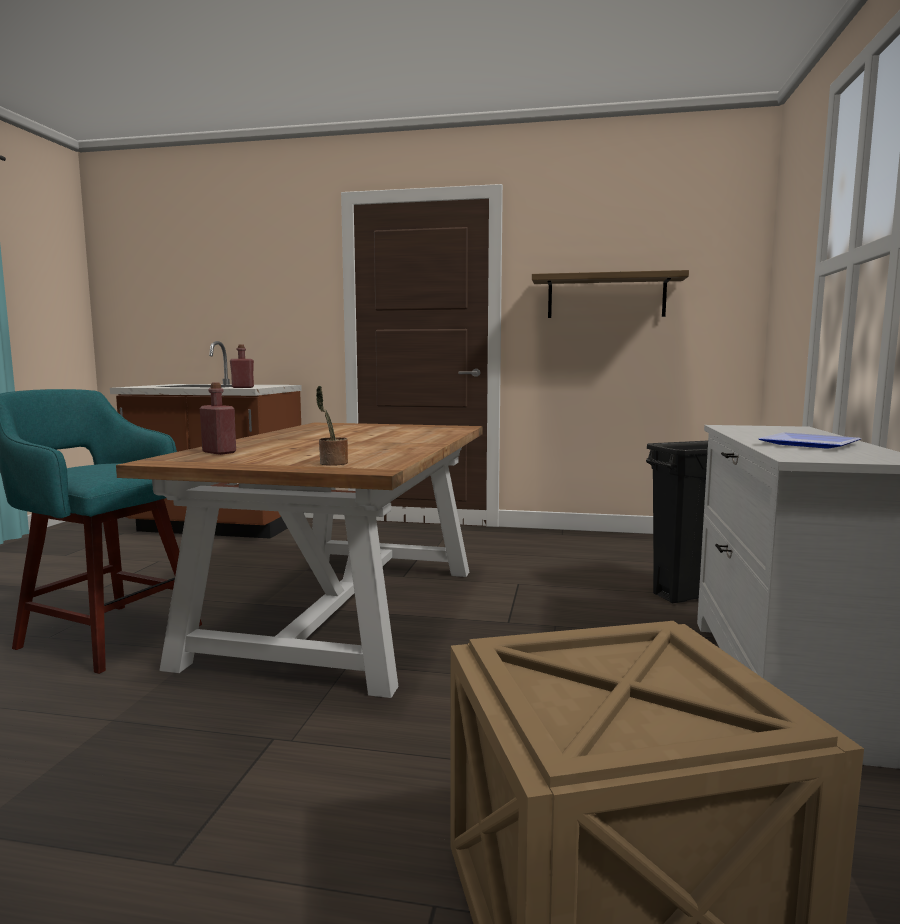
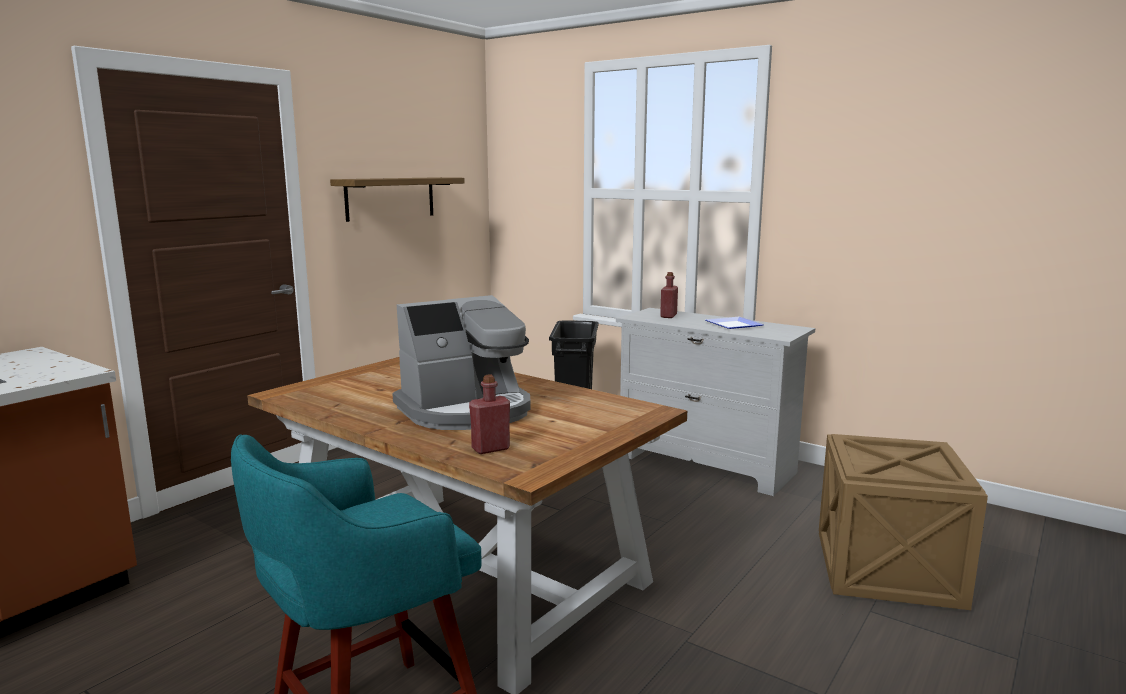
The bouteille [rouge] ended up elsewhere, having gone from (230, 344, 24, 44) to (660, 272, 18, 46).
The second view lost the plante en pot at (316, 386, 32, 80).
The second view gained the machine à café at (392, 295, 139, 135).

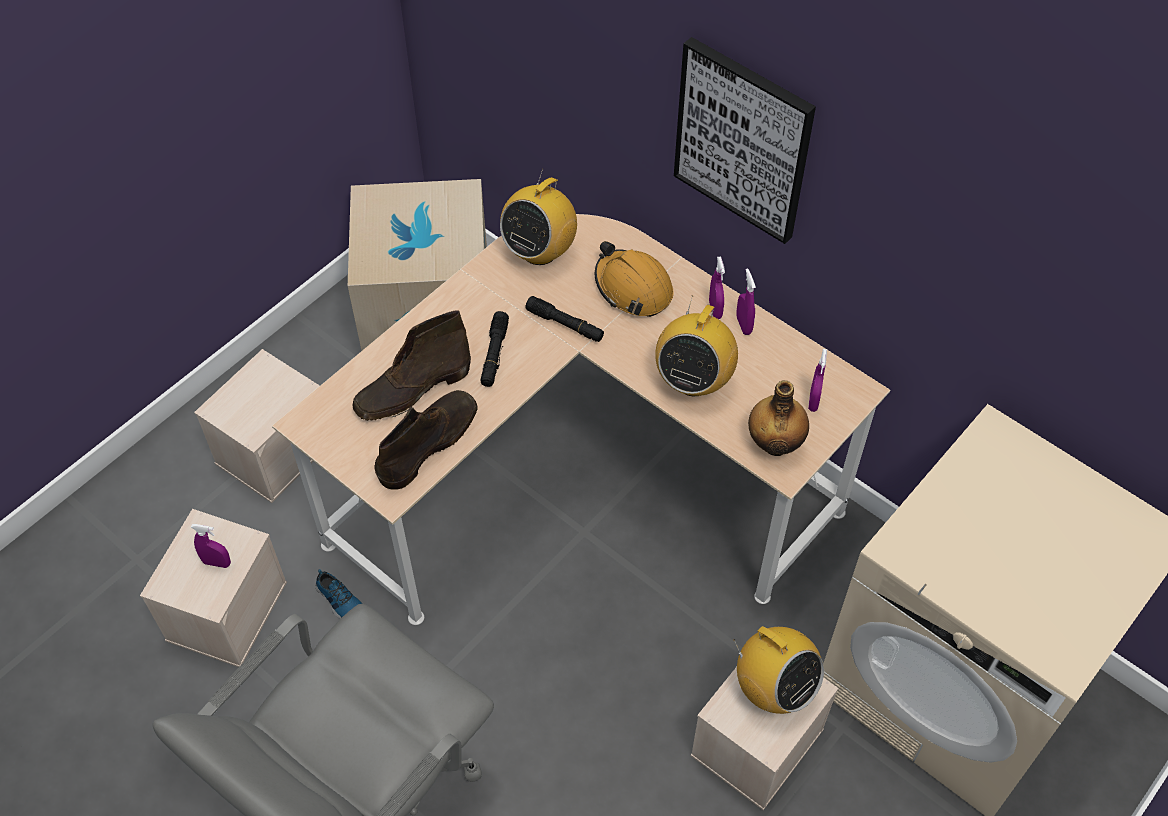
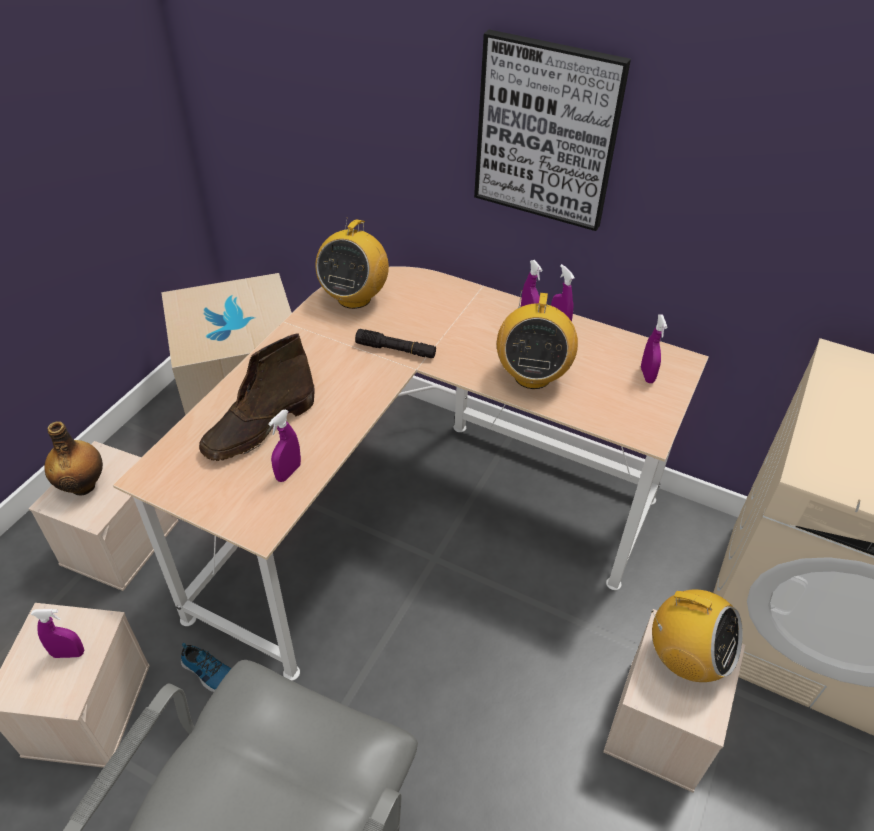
The second view lost the casque de chantier [orange] at (595, 241, 79, 76).
The second view lost the lampe de poche [noir] at (481, 311, 28, 76).
The bouteille ended up elsewhere, having gone from (748, 380, 61, 76) to (44, 421, 59, 75).
Where the botte [marron] stood at (375, 390, 103, 100), the vaporisateur [violet] came to stand at (268, 410, 33, 72).

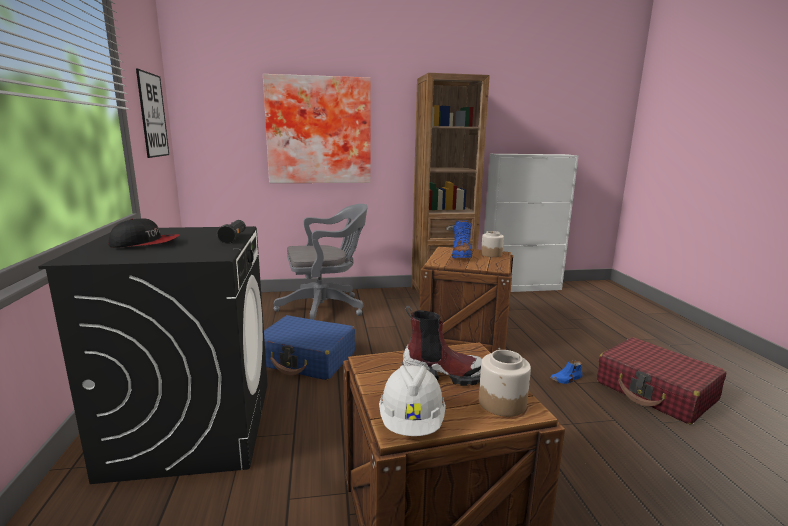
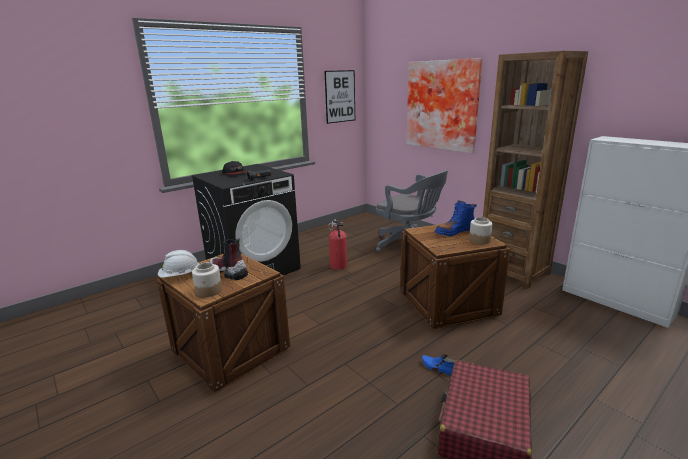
The botte at (402, 306, 80, 80) ended up facing another way, 150 degrees clockwise from before.
Where the valise [bleu] stood at (264, 315, 91, 65), the extincteur came to stand at (328, 219, 19, 51).

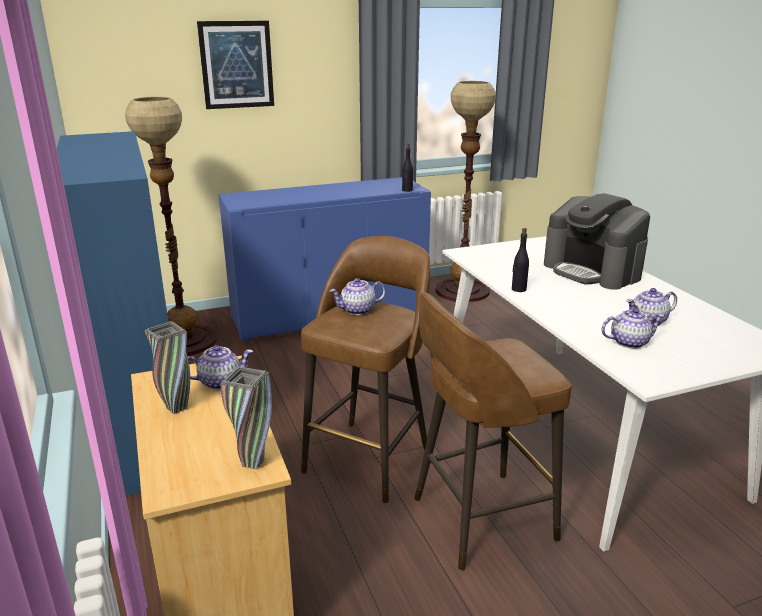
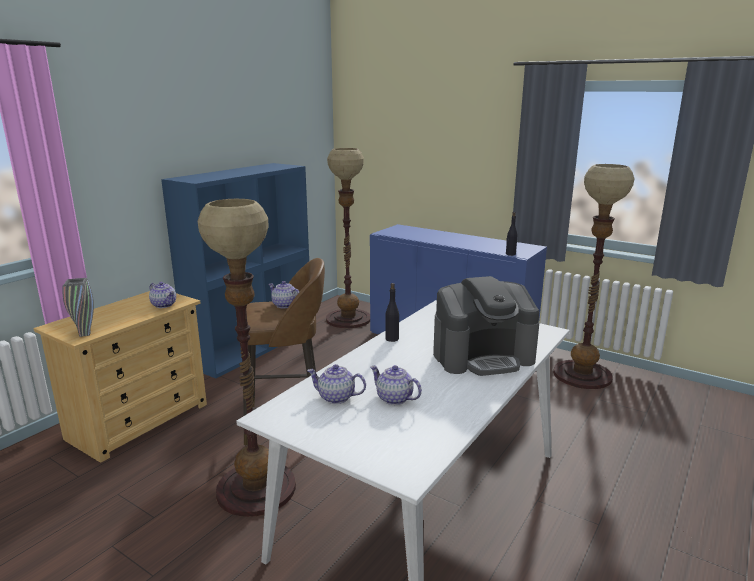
The second view lost the tableau at (197, 21, 77, 88).
The machine à café at (544, 193, 106, 97) ended up facing another way, 120 degrees counterclockwise from before.
Where the tabouret [marron] stood at (414, 292, 157, 279), the lampadaire came to stand at (198, 199, 98, 318).
The théière at (602, 308, 62, 41) ended up facing another way, 150 degrees clockwise from before.
The second view lost the vase [gris] at (144, 321, 46, 93).

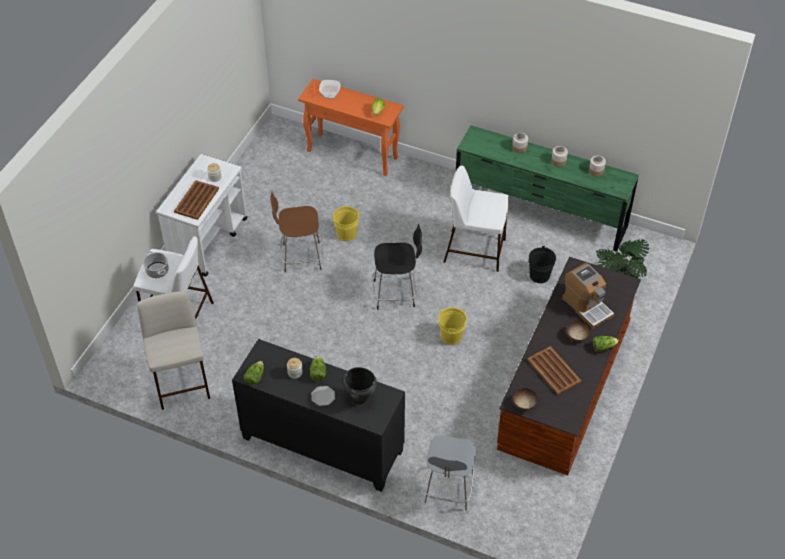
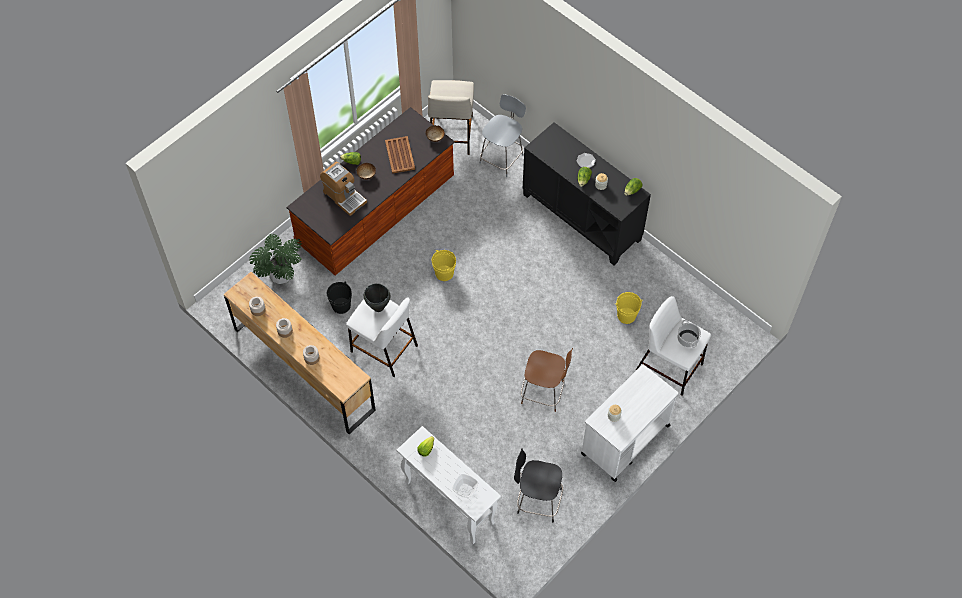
What was the table console [orange] at (298, 79, 106, 97) turned into the table console [blanc] at (397, 426, 104, 118).
What was the commode [vert] at (456, 125, 183, 127) turned into the commode [marron] at (224, 272, 152, 162).
The second view lost the plateau [marron] at (174, 180, 45, 40).
The seau [jaune] ended up elsewhere, having gone from (333, 206, 27, 35) to (616, 292, 27, 32).
The chaise [noir] ended up elsewhere, having gone from (372, 224, 50, 86) to (514, 449, 49, 73).
The machine à café at (562, 263, 52, 66) ended up facing another way, 150 degrees clockwise from before.
The tabouret [beige] ended up elsewhere, having gone from (137, 291, 73, 119) to (428, 80, 46, 75).
The marmite [noir] ended up elsewhere, having gone from (343, 367, 34, 37) to (364, 283, 27, 29).

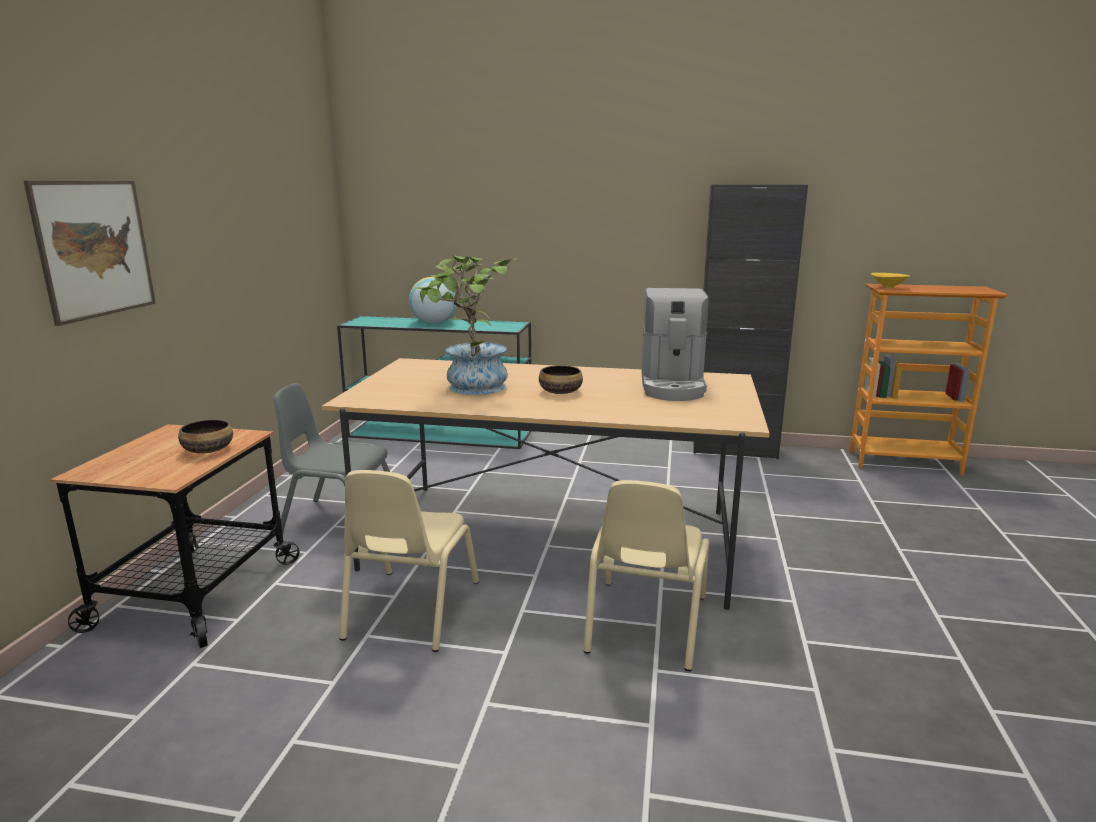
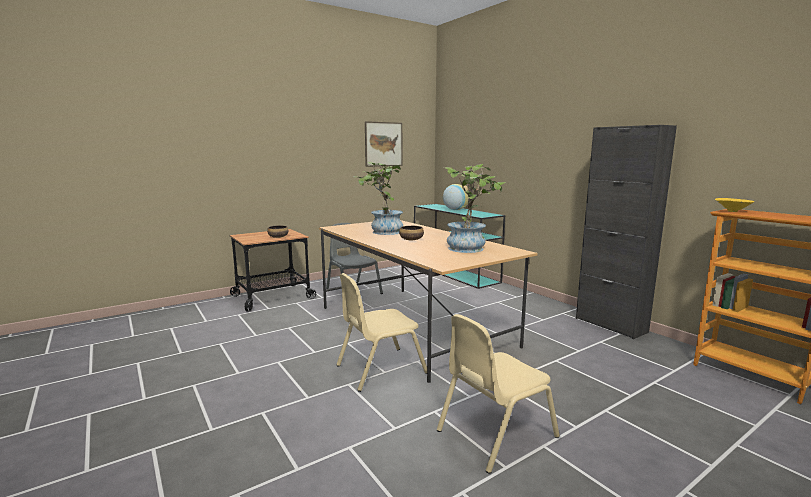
The tableau ended up elsewhere, having gone from (24, 181, 132, 145) to (365, 121, 38, 46).
Where the machine à café stood at (641, 288, 68, 113), the plante en pot came to stand at (444, 164, 62, 89).
The chaise [beige] ended up elsewhere, having gone from (339, 470, 140, 182) to (437, 314, 123, 160).

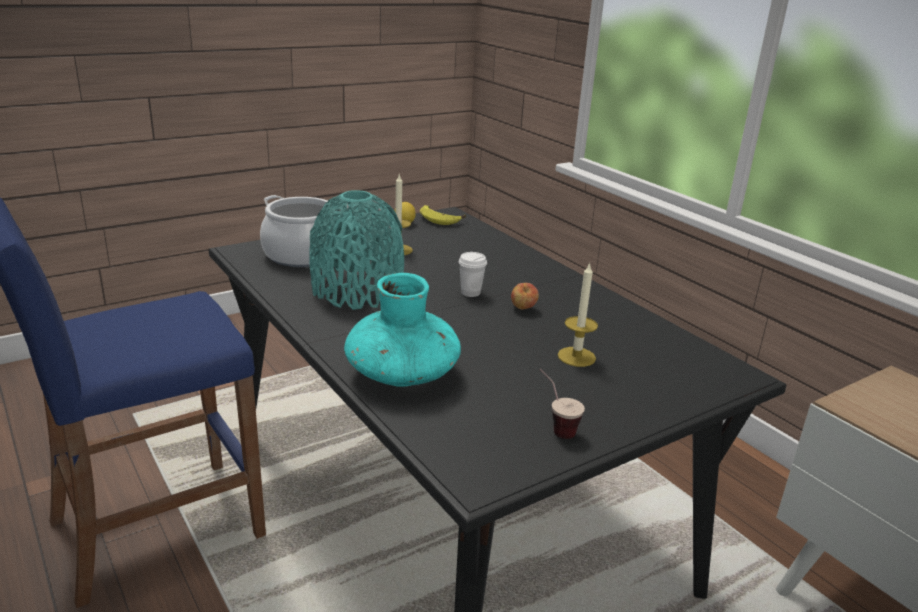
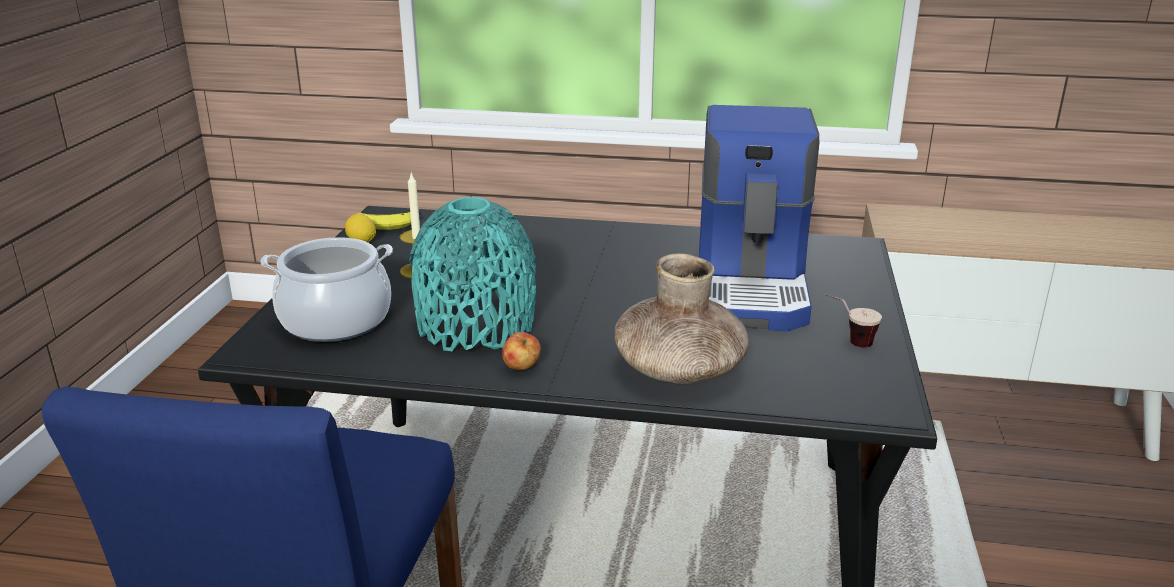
The second view lost the tasse [blanc] at (459, 252, 28, 45).
Where the bougie stood at (558, 263, 40, 104), the machine à café came to stand at (699, 105, 121, 226).
What was the vase [turquoise] at (344, 273, 117, 114) turned into the vase [marron] at (615, 253, 134, 131).
The pomme ended up elsewhere, having gone from (511, 283, 28, 26) to (502, 332, 39, 38).

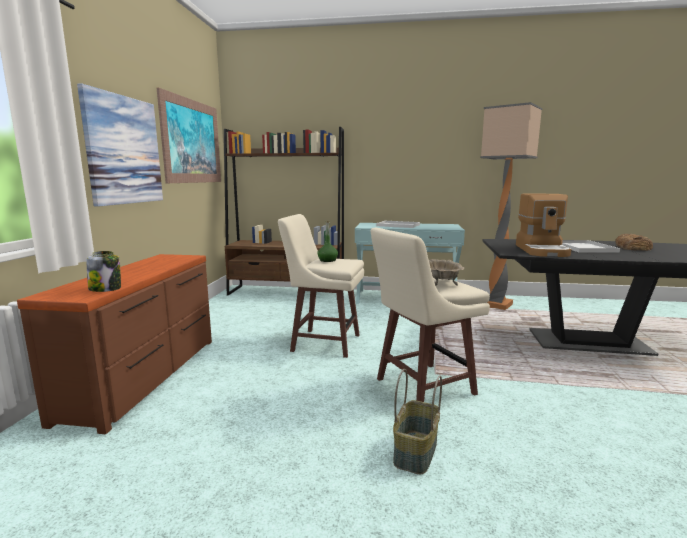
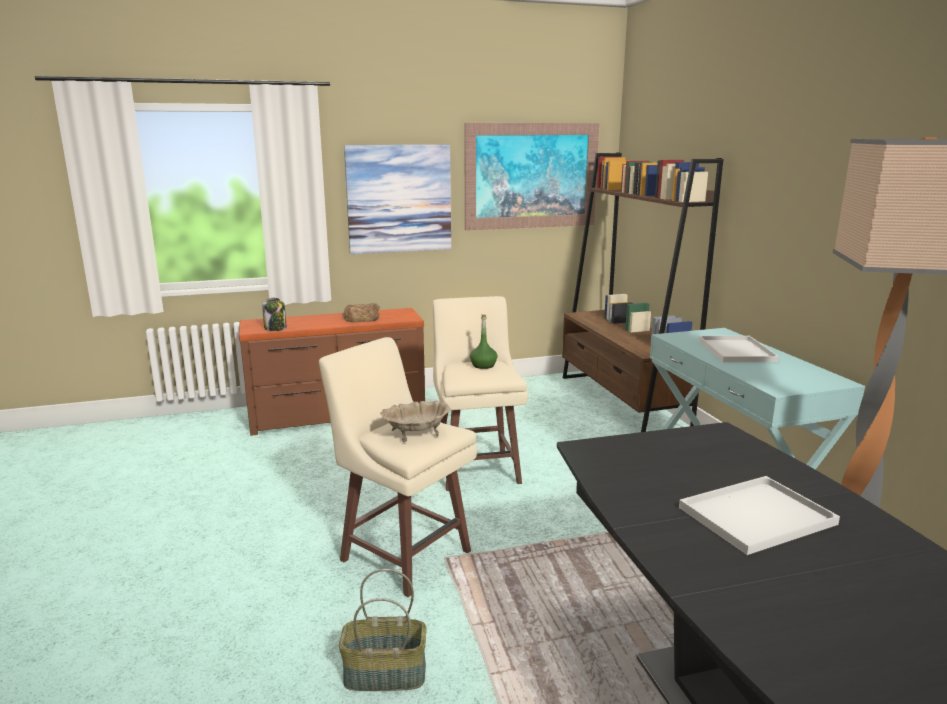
The second view lost the machine à café at (516, 193, 55, 64).
The pain ended up elsewhere, having gone from (615, 234, 38, 17) to (342, 303, 38, 19).
The panier ended up elsewhere, having gone from (393, 369, 49, 105) to (339, 569, 88, 122).

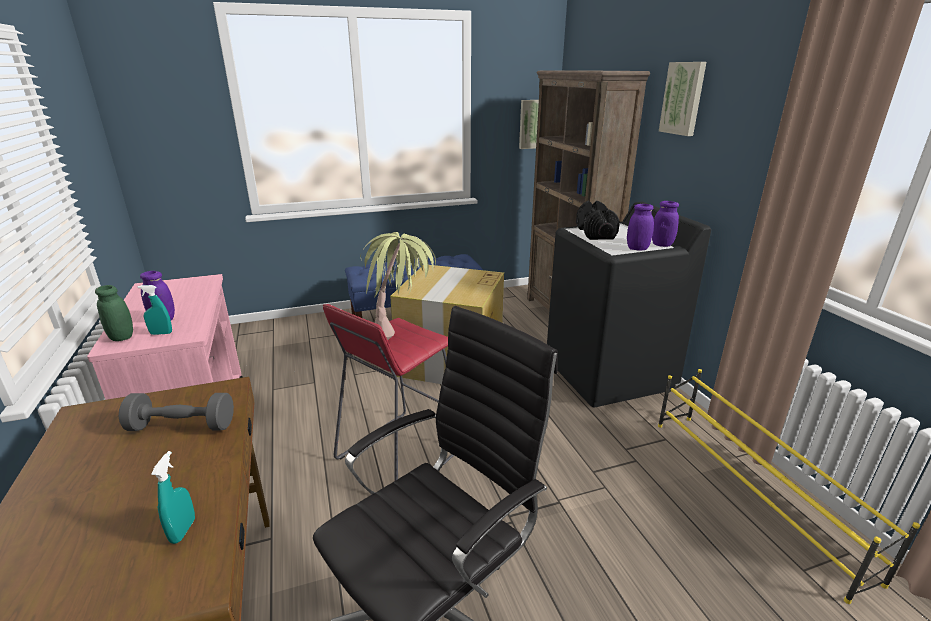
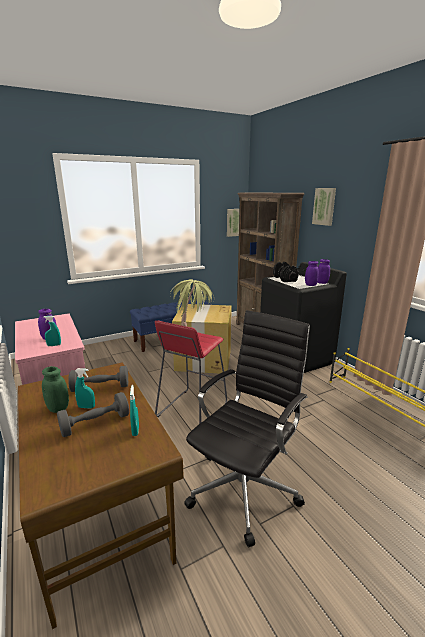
The bocal [vert] ended up elsewhere, having gone from (95, 285, 38, 56) to (42, 366, 27, 47).
The second view gained the vaporisateur [turquoise] at (75, 368, 20, 41).
The second view gained the haltère [gris] at (57, 392, 72, 45).

